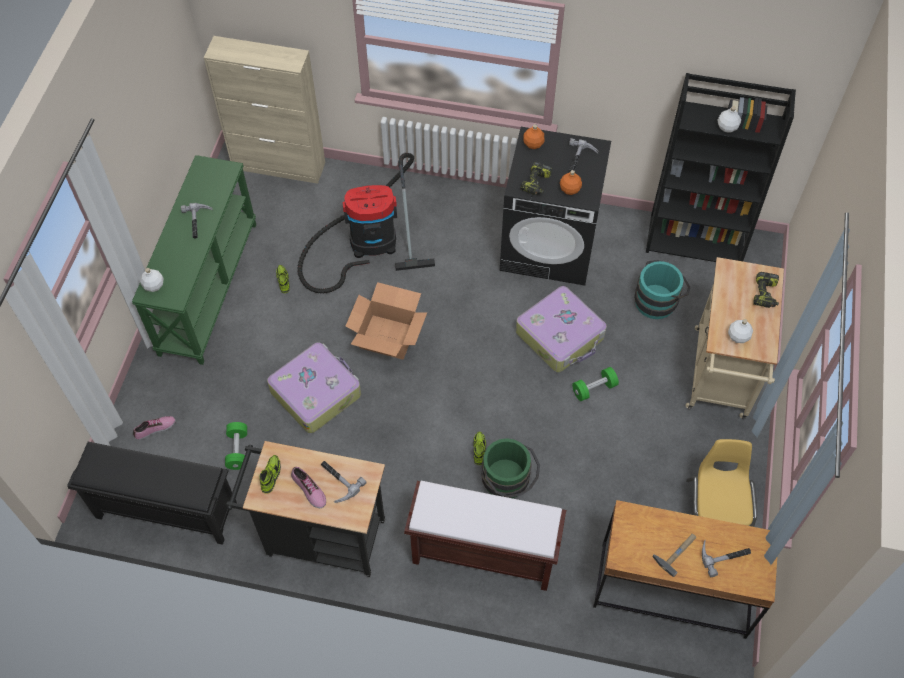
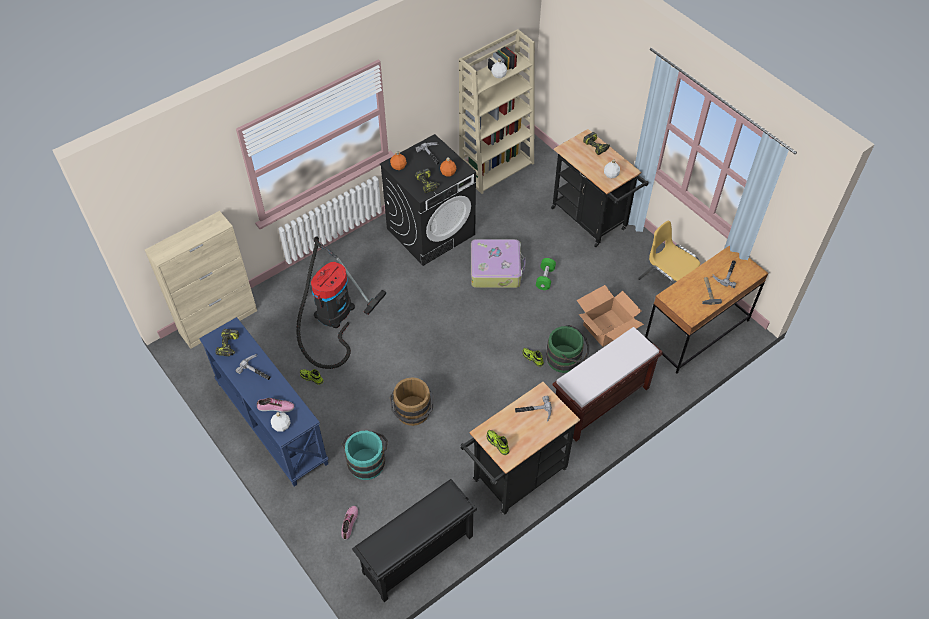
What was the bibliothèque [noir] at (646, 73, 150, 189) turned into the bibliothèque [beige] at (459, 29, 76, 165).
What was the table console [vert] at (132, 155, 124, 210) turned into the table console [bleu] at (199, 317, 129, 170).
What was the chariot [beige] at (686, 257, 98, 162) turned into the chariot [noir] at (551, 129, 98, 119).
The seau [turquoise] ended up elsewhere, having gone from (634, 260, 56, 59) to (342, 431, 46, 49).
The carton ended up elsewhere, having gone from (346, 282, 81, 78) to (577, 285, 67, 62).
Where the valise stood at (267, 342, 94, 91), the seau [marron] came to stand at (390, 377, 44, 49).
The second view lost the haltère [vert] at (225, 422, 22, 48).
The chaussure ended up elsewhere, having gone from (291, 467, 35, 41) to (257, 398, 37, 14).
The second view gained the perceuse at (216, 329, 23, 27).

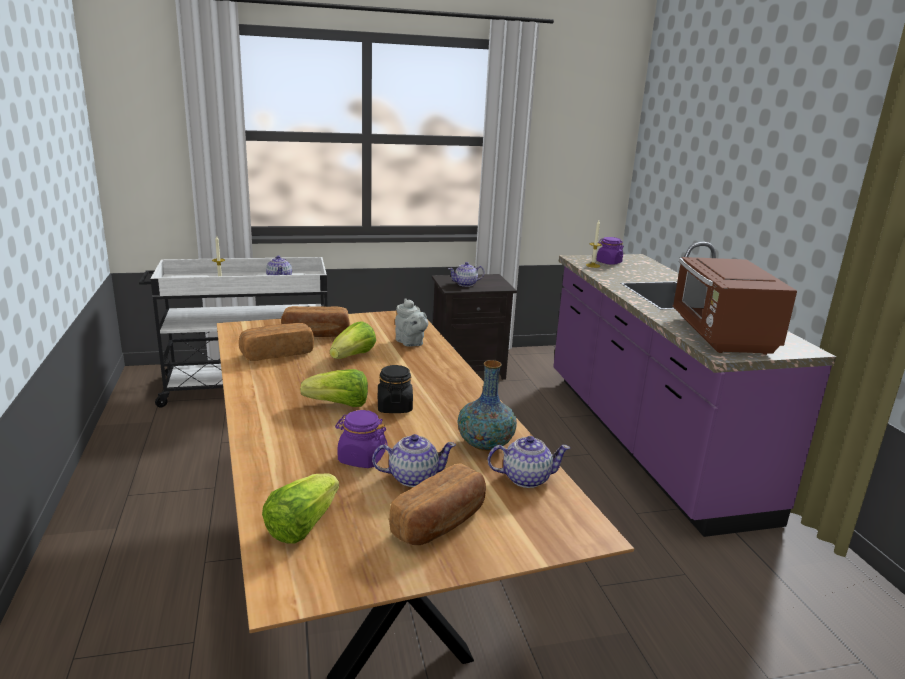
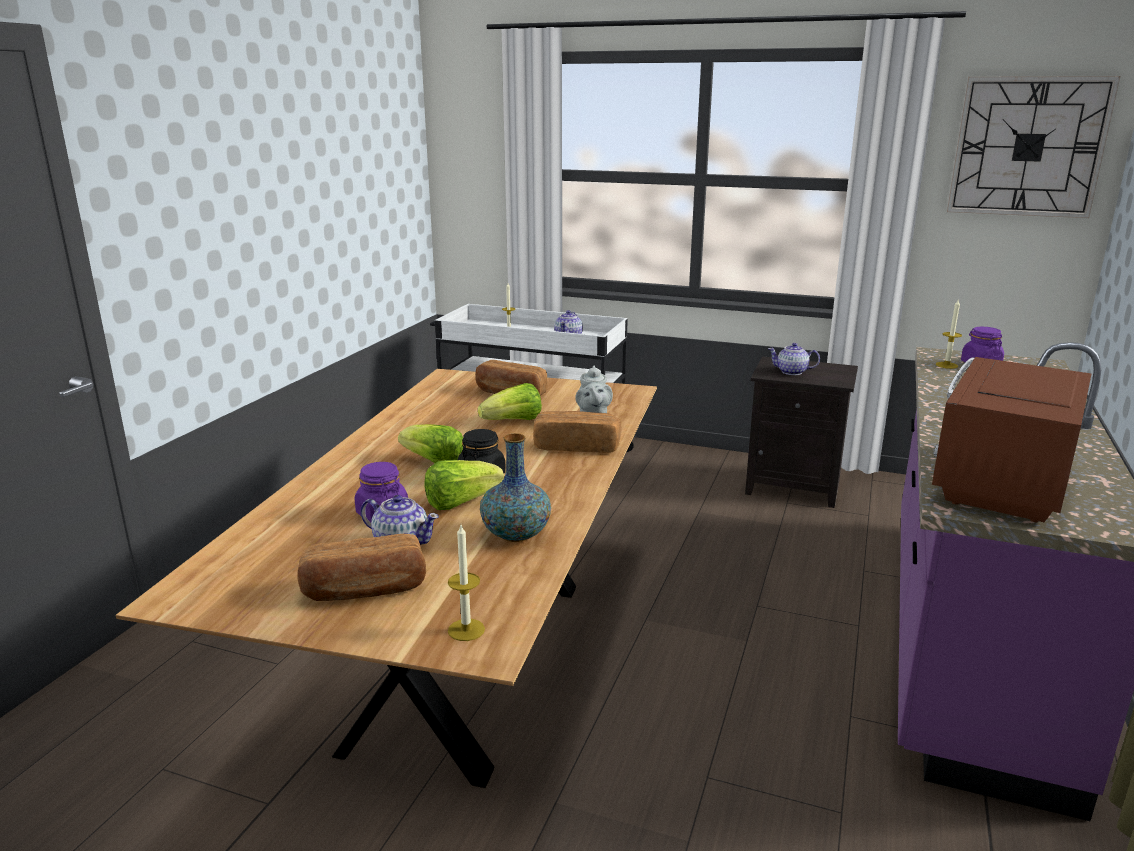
The pain ended up elsewhere, having gone from (239, 323, 75, 38) to (533, 411, 88, 42).
The second view lost the théière at (487, 436, 83, 52).
The laitue ended up elsewhere, having gone from (262, 474, 77, 70) to (424, 460, 80, 50).
The second view gained the horloge murale at (947, 76, 173, 142).
The second view gained the bougie at (448, 525, 37, 116).

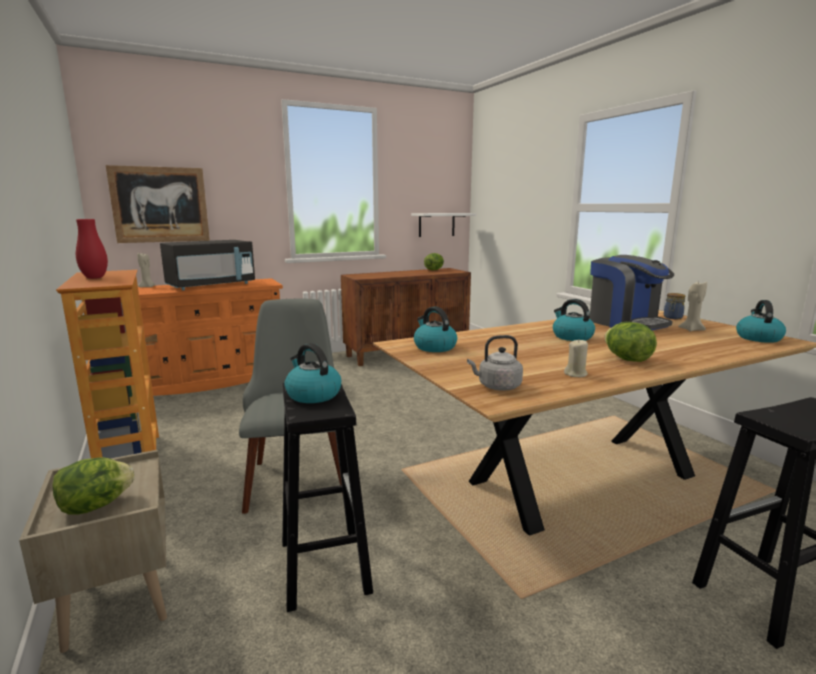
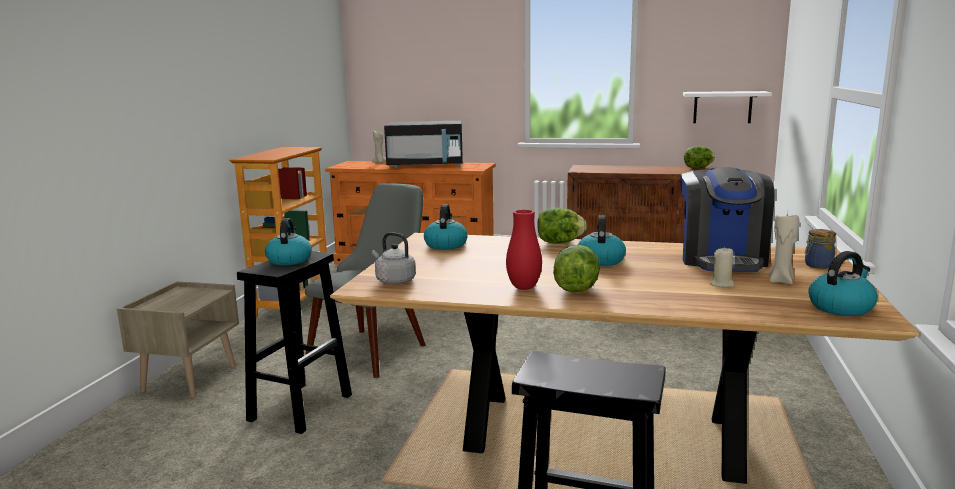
The second view lost the tableau at (106, 165, 104, 78).
The vase [rouge] ended up elsewhere, having gone from (76, 219, 32, 60) to (506, 210, 36, 80).
The bougie [beige] ended up elsewhere, having gone from (564, 339, 24, 38) to (710, 247, 24, 40).
The laitue ended up elsewhere, having gone from (52, 458, 83, 57) to (537, 208, 50, 35).

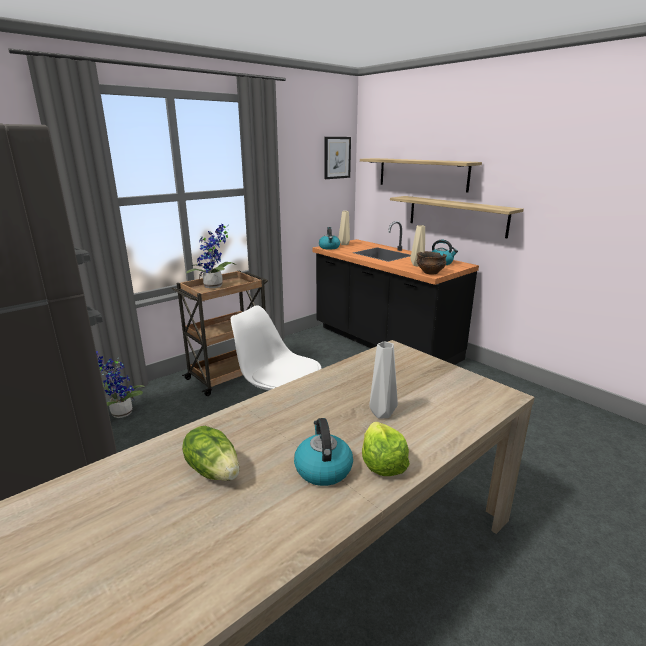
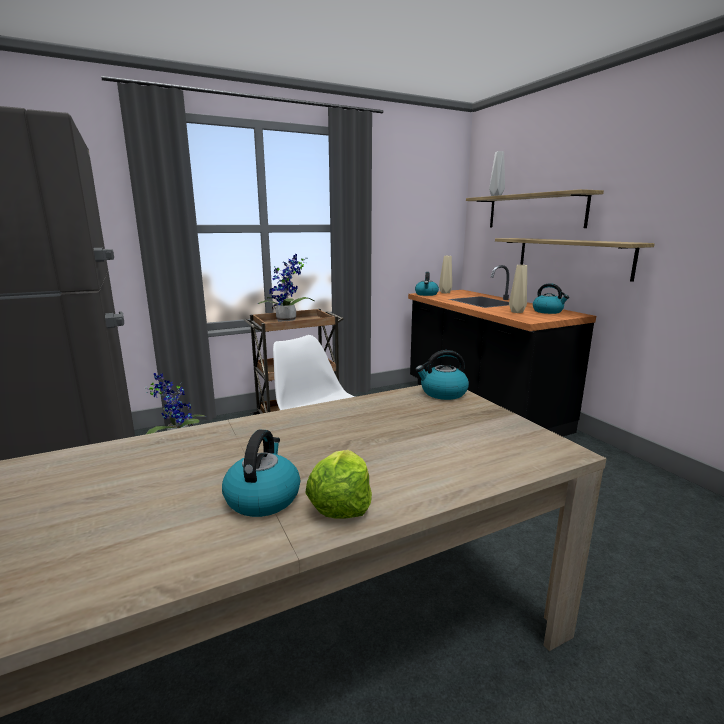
The second view lost the tableau at (325, 137, 26, 42).
The second view lost the bol at (416, 251, 31, 24).
The vase [gris] ended up elsewhere, having gone from (369, 341, 29, 78) to (489, 151, 16, 45).
The second view lost the laitue at (182, 426, 57, 55).
The second view gained the bouilloire at (415, 350, 54, 50).

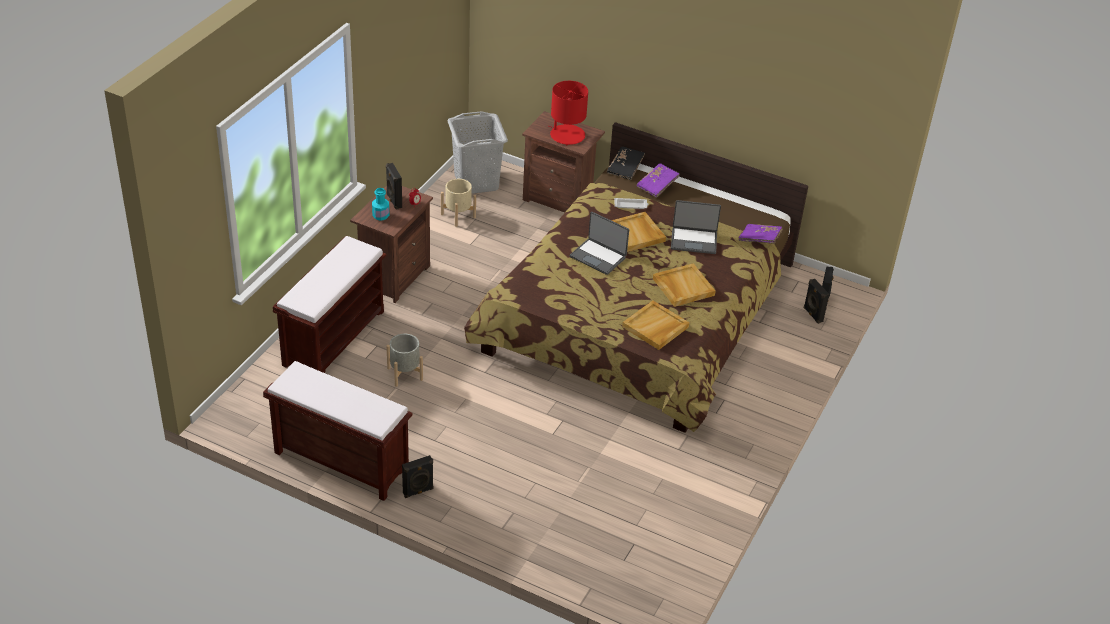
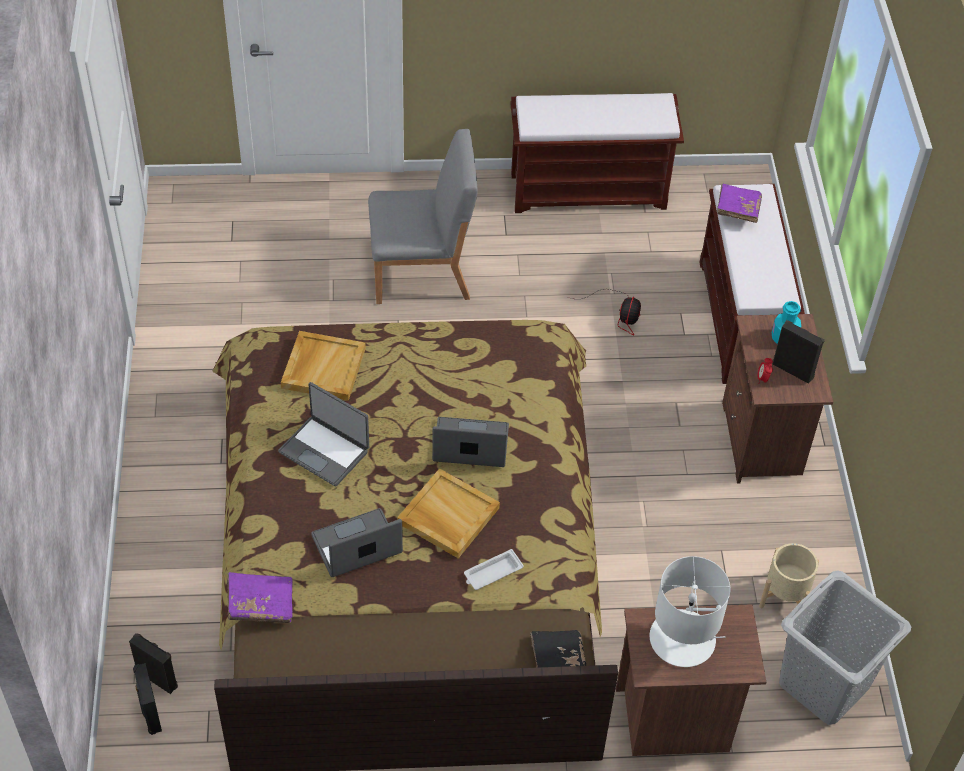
What was the lampe de table [rouge] at (549, 81, 39, 64) turned into the lampe de table [blanc] at (650, 556, 80, 111).
The livre [violet] ended up elsewhere, having gone from (637, 163, 43, 35) to (717, 184, 45, 39).
Where the plateau [beige] stood at (653, 263, 63, 44), the ordinateur portable came to stand at (278, 382, 91, 105).
Where the cache-pot [gris] stood at (387, 334, 36, 53), the ventilateur came to stand at (568, 289, 73, 46).
The second view lost the enceinte [noir] at (402, 455, 32, 43).
The second view gained the chaise [gris] at (368, 129, 110, 175).

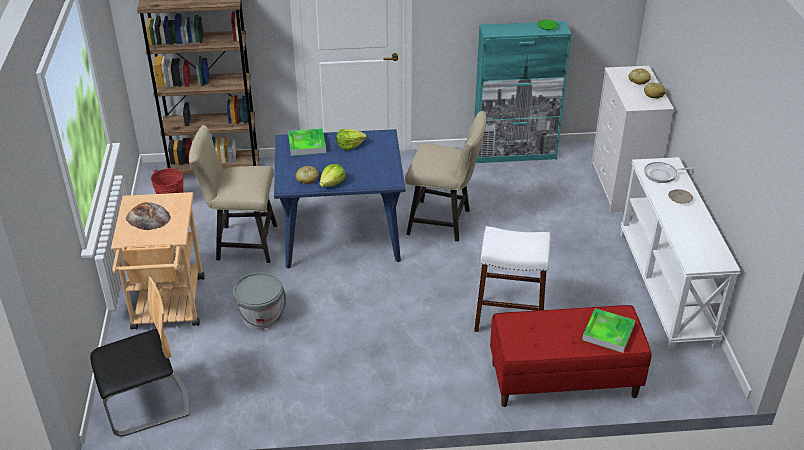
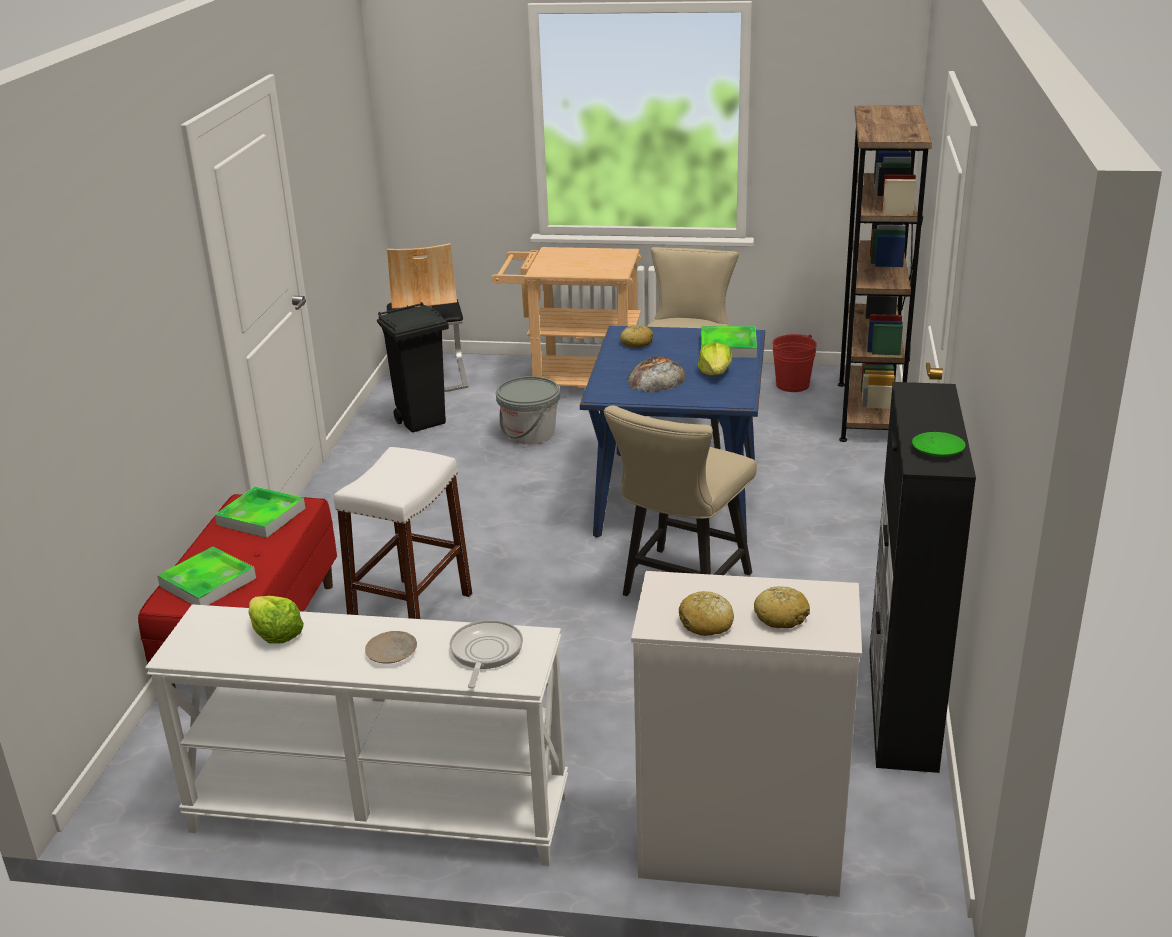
What was the meuble de rangement [turquoise] at (474, 21, 97, 142) turned into the meuble de rangement [noir] at (869, 382, 107, 391).
The laitue ended up elsewhere, having gone from (319, 164, 27, 23) to (249, 596, 55, 48).
The pain ended up elsewhere, having gone from (126, 202, 45, 28) to (627, 356, 59, 37).
The second view gained the poubelle [noir] at (377, 302, 72, 131).
The second view gained the plateau at (215, 487, 90, 51).

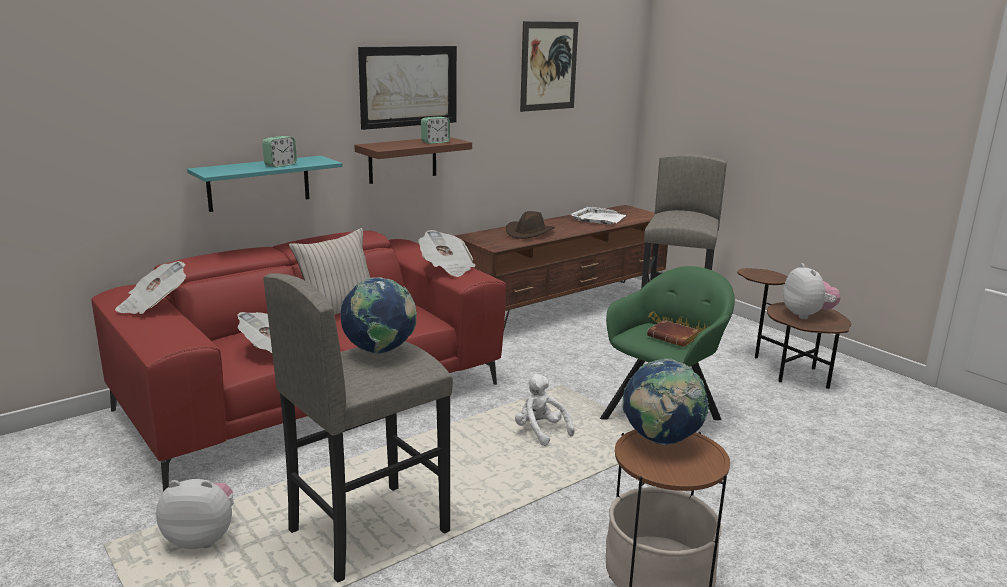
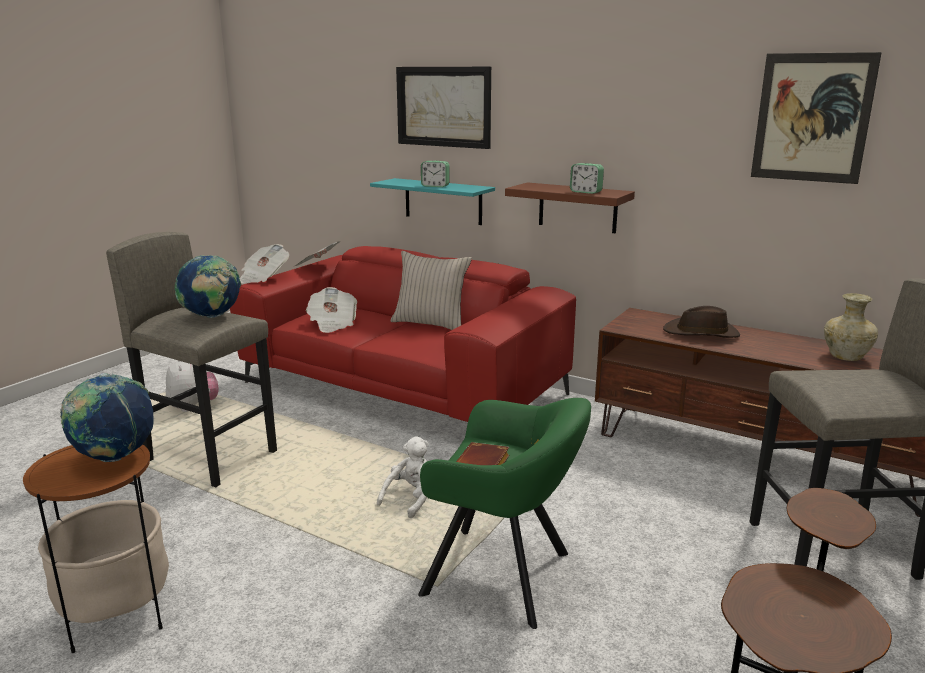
The tableau ended up elsewhere, having gone from (358, 46, 99, 84) to (396, 67, 95, 82).
Where the plateau [blanc] stood at (570, 207, 56, 17), the vase [beige] came to stand at (824, 293, 54, 68).
The journal ended up elsewhere, having gone from (418, 230, 58, 47) to (239, 244, 50, 40).
The second view lost the peluche at (783, 263, 57, 56).

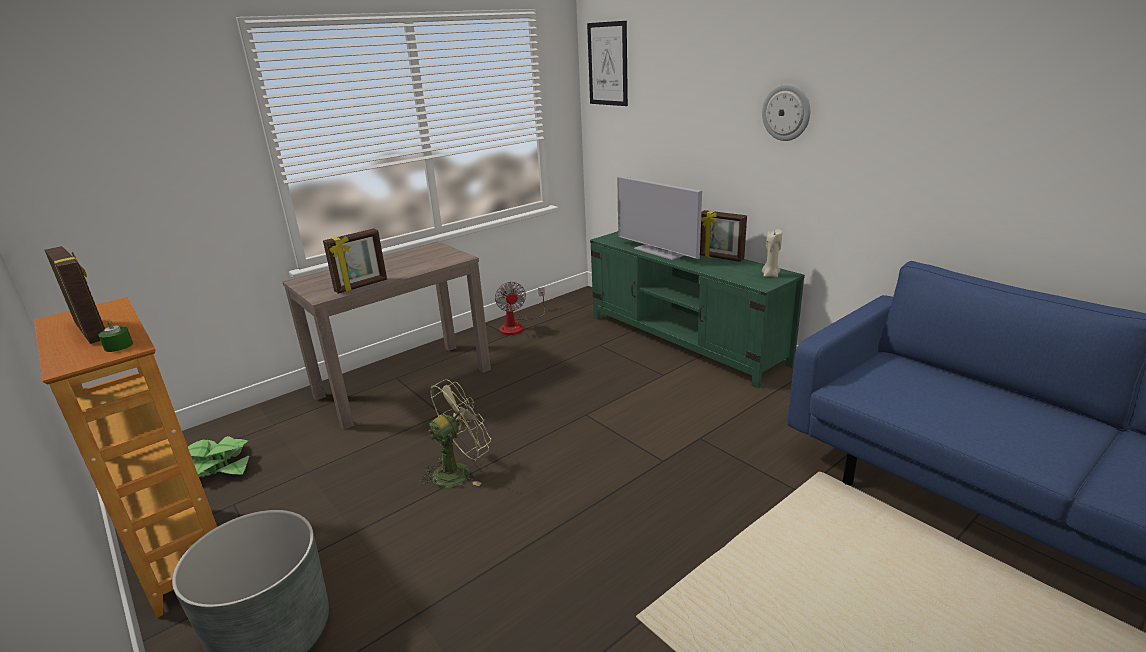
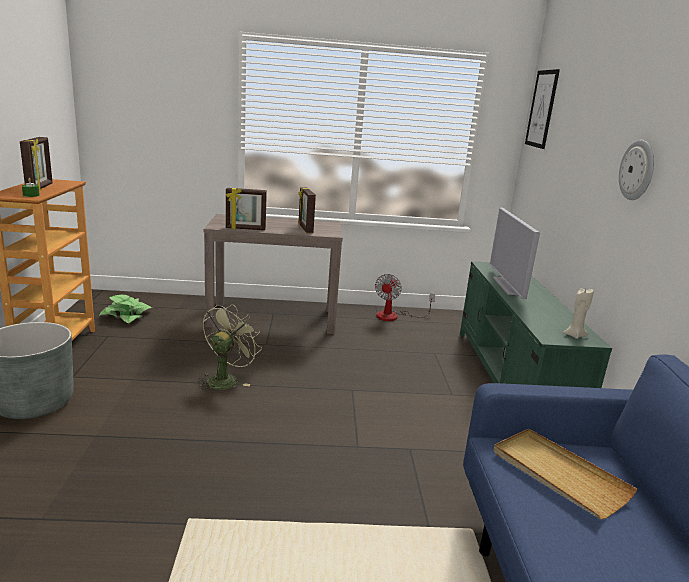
The cadre photo ended up elsewhere, having gone from (700, 210, 47, 52) to (299, 187, 17, 46).
The ventilateur [vert] at (419, 379, 72, 109) ended up facing another way, 60 degrees counterclockwise from before.
The second view gained the plateau [beige] at (494, 429, 143, 90).

